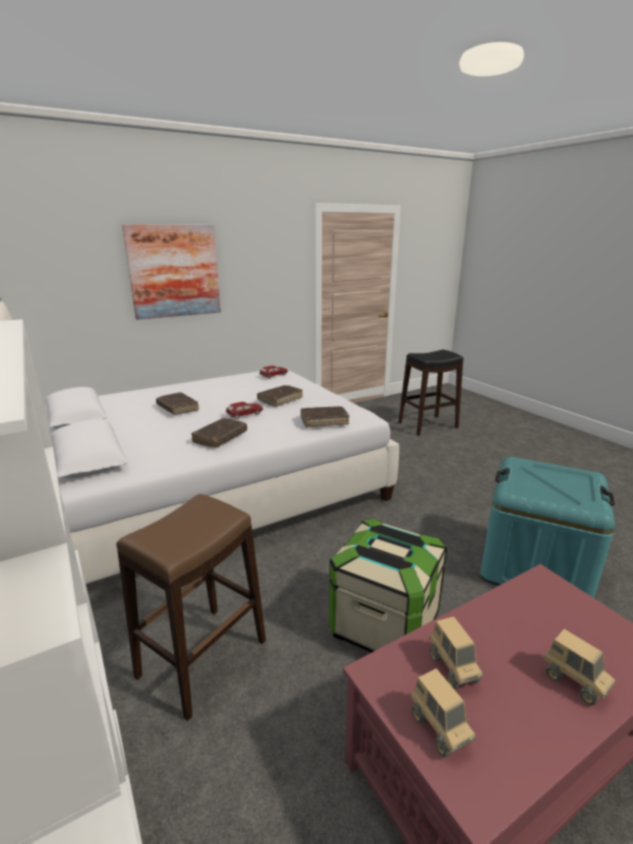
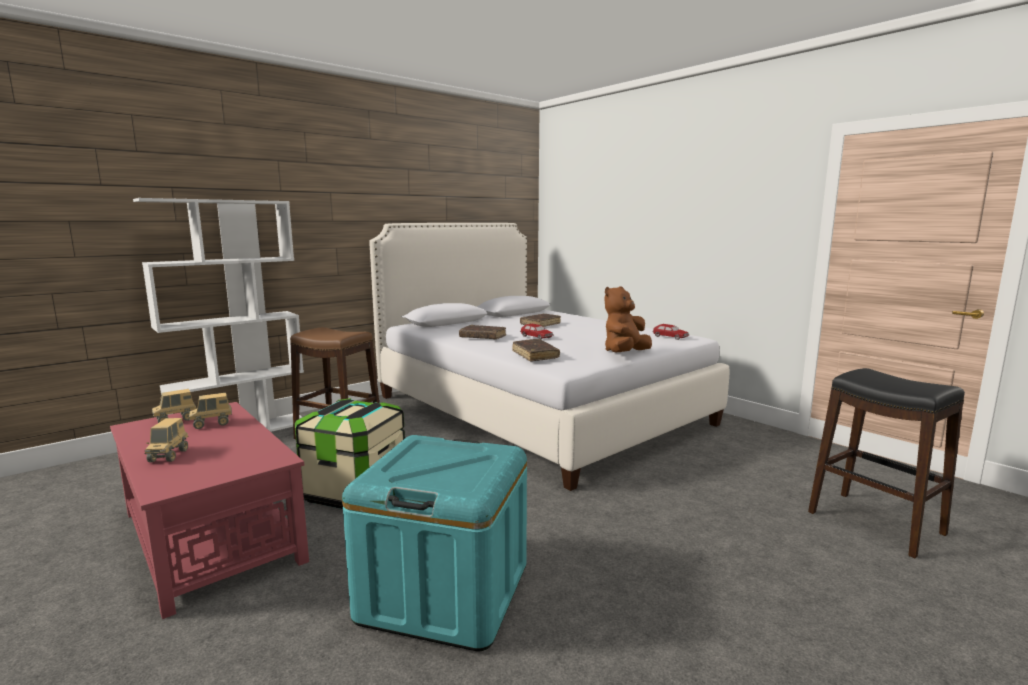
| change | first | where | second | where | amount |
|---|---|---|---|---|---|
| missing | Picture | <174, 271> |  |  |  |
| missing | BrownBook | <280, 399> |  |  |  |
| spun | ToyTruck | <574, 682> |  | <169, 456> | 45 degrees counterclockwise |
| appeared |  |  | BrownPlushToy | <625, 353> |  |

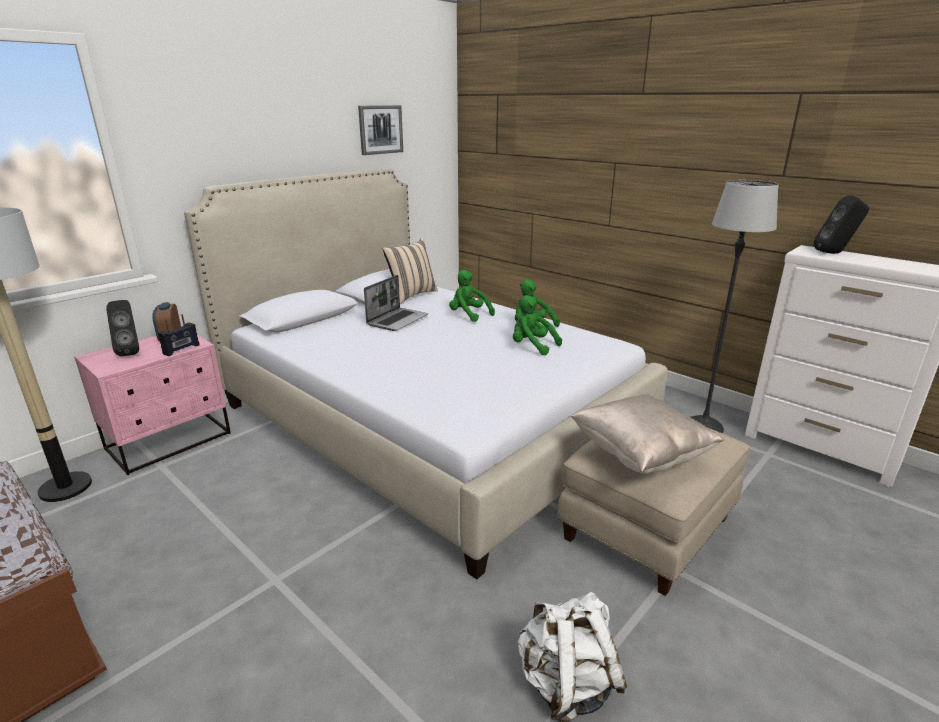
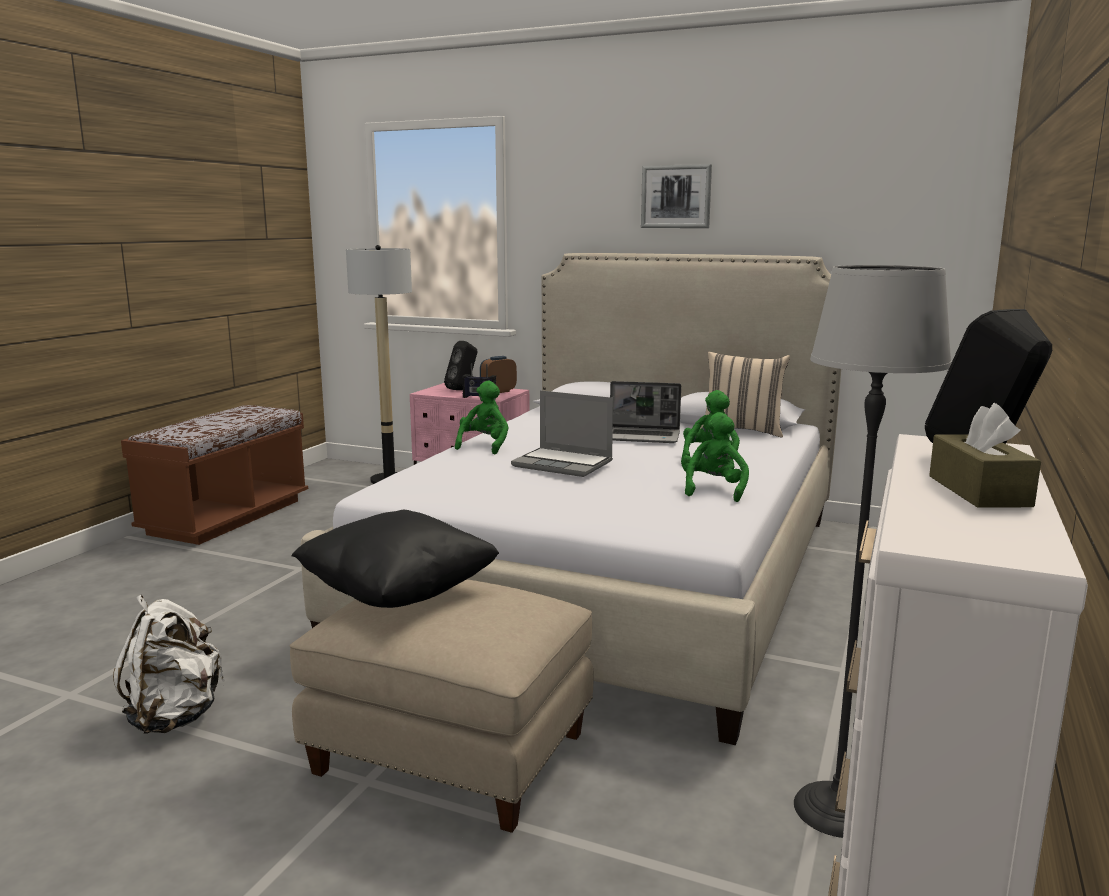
| change | first | where | second | where | amount |
|---|---|---|---|---|---|
| relocated | Picture | <380, 129> |  | <676, 196> |  |
| relocated | GreenPlushToy | <532, 346> |  | <484, 446> |  |
| colour | BeigePillow | <640, 455> | BlackPillow | <398, 593> |  |
| appeared |  |  | Laptop | <564, 464> |  |
| appeared |  |  | BrownTissueBox | <978, 491> |  |

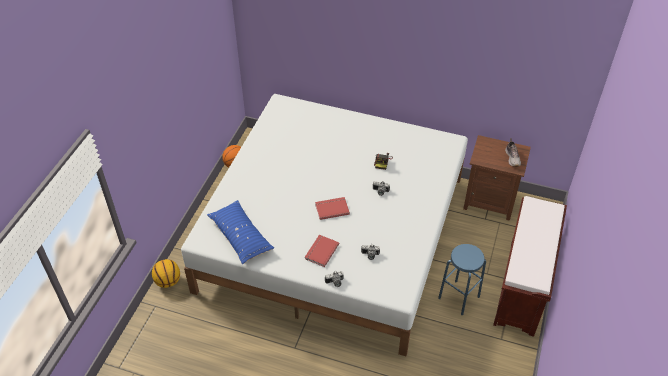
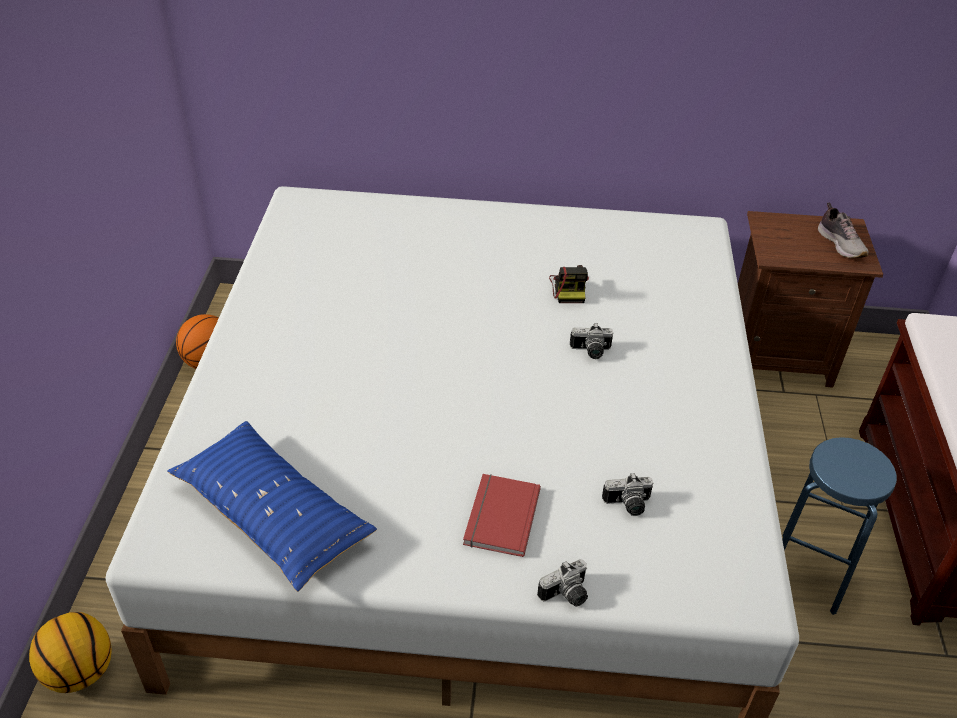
| change | first | where | second | where | amount |
|---|---|---|---|---|---|
| missing | RedBook | <331, 208> |  |  |  |

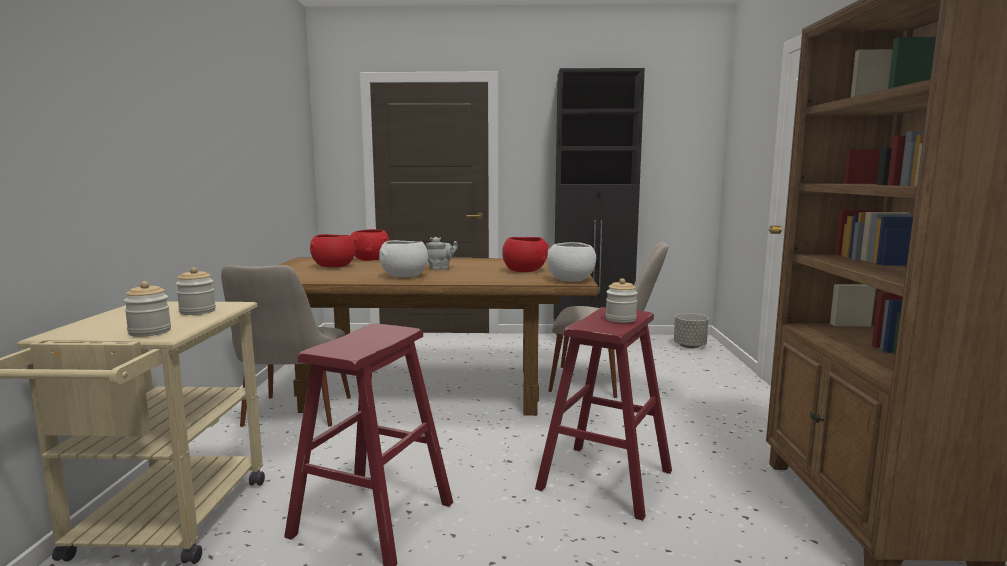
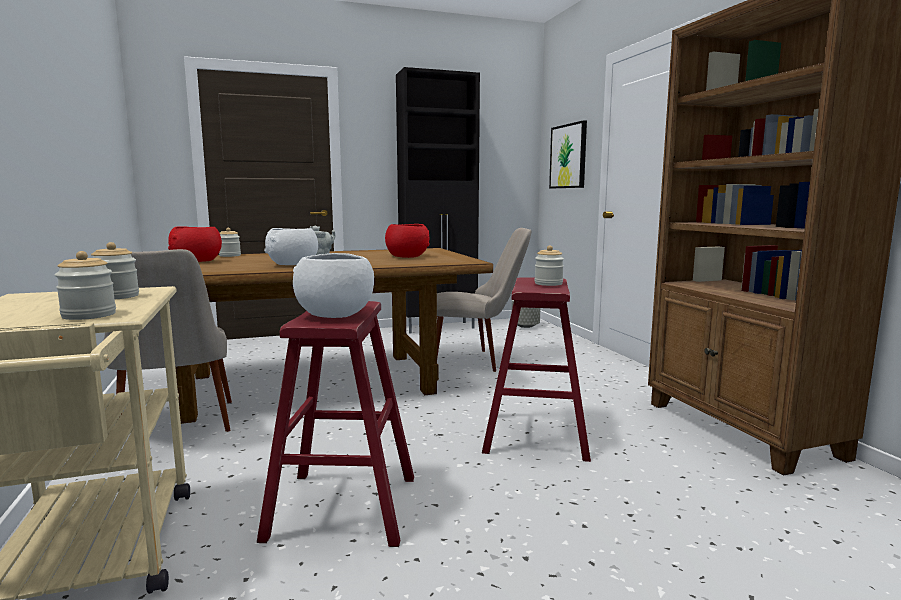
| change | first | where | second | where | amount |
|---|---|---|---|---|---|
| exchanged | RedBowl | <370, 260> | Jar | <230, 255> |  |
| relocated | WhiteBowl | <570, 280> |  | <334, 314> |  |
| appeared |  |  | Picture | <568, 156> |  |

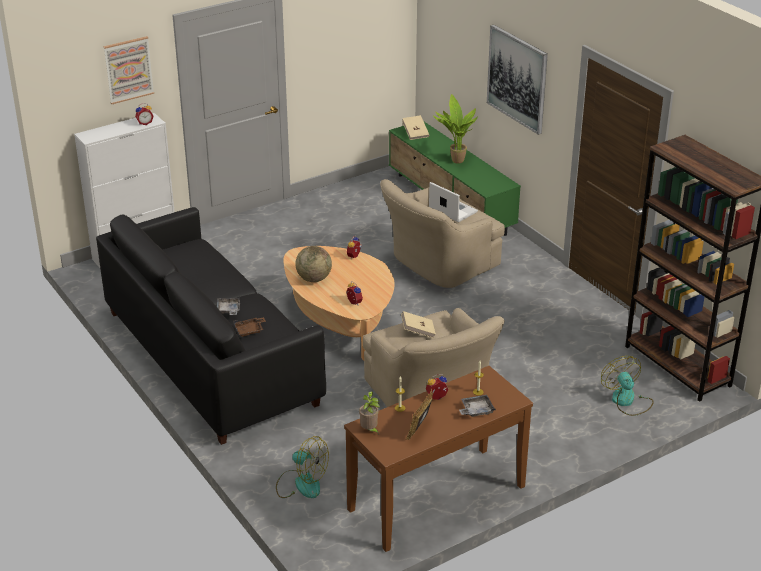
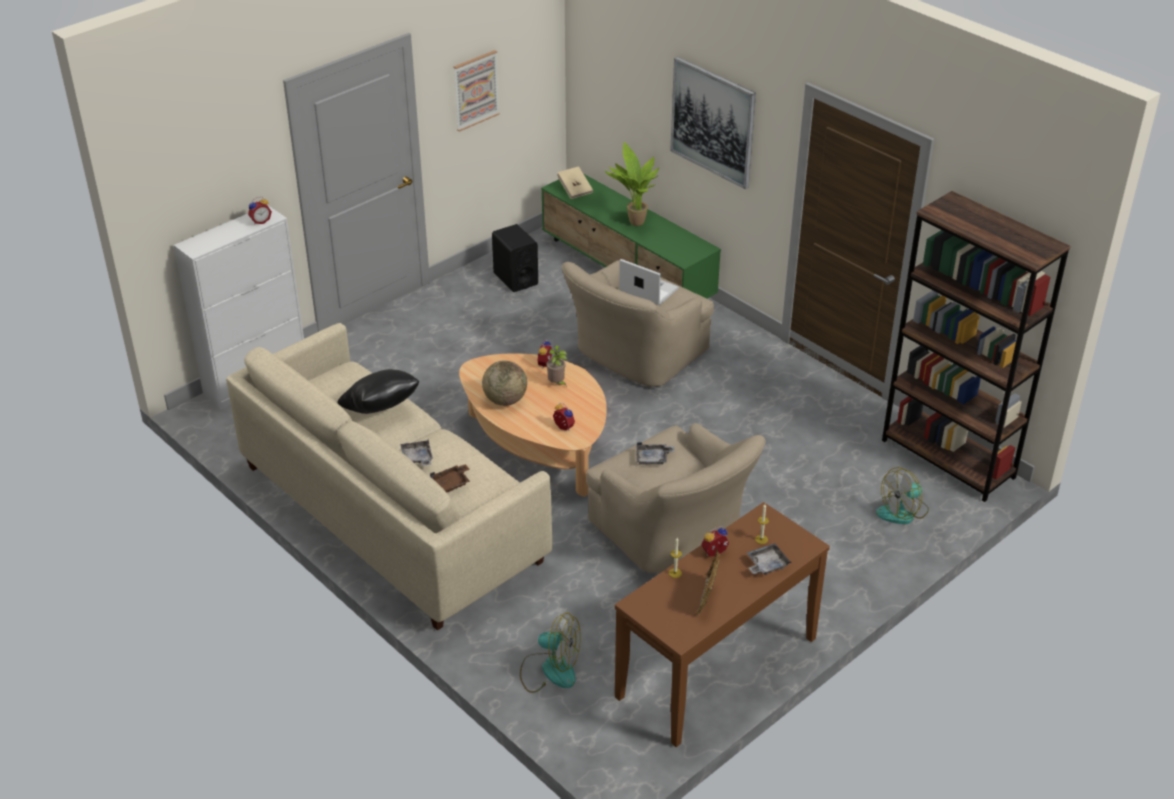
| change | first | where | second | where | amount |
|---|---|---|---|---|---|
| colour | BlackSofa | <210, 357> | BeigeSofa | <391, 513> |  |
| relocated | Picture | <128, 69> |  | <475, 90> |  |
| relocated | PottedPlant | <369, 430> |  | <557, 384> |  |
| exchanged | BeigeBook | <418, 331> | GreyTray | <653, 458> |  |
| spun | Fan | <627, 401> |  | <903, 512> | 90 degrees counterclockwise |
| appeared |  |  | BlackPillow | <381, 410> |  |
| appeared |  |  | BlackSpeaker | <515, 278> |  |

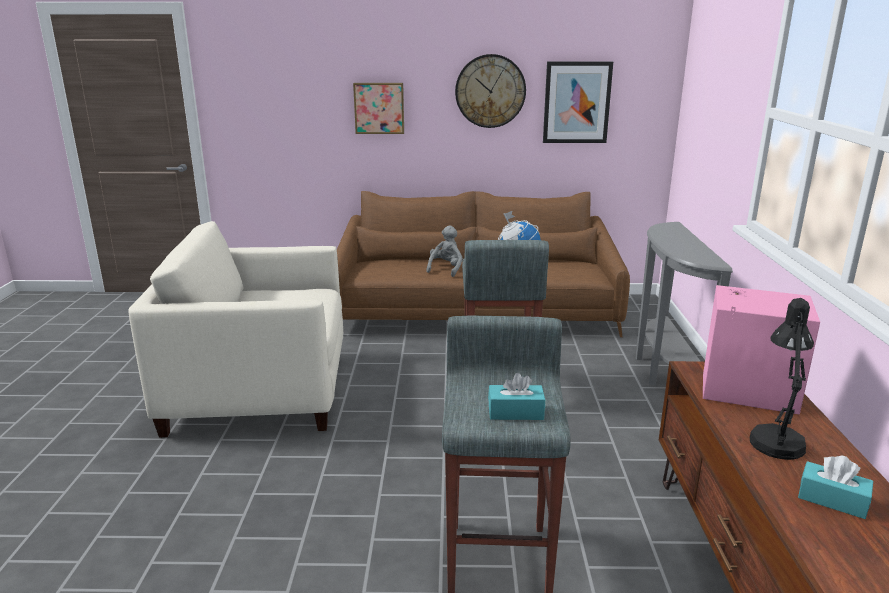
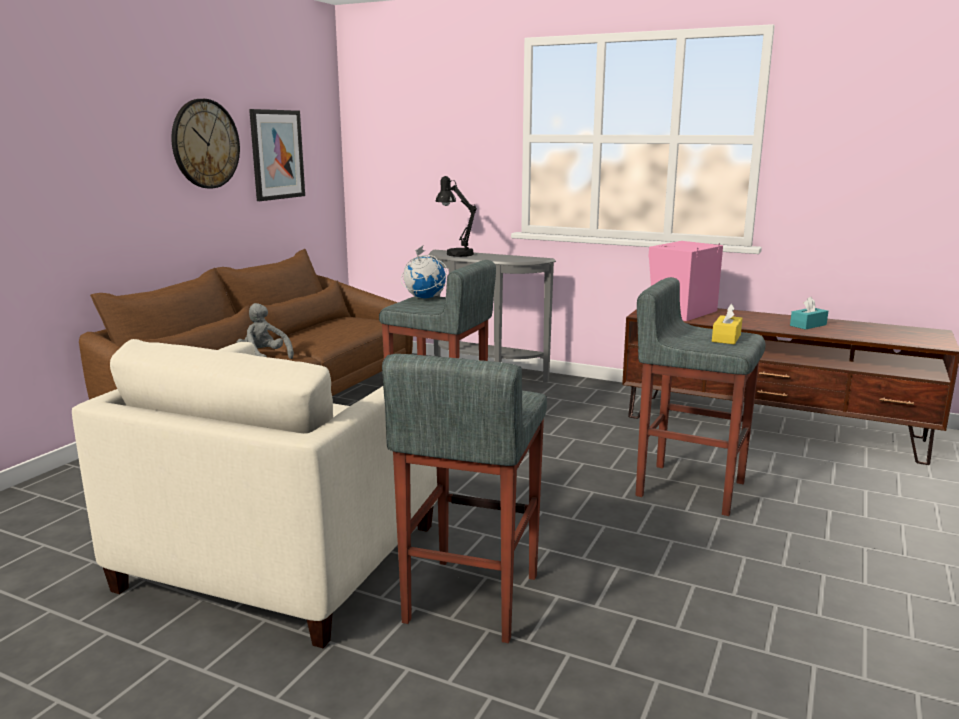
| change | first | where | second | where | amount |
|---|---|---|---|---|---|
| missing | Picture | <379, 108> |  |  |  |
| colour | TurquoiseTissueBox | <515, 412> | YellowTissueBox | <726, 338> |  |
| relocated | BlackTableLamp | <776, 438> |  | <456, 253> |  |
| appeared |  |  | GreyStool | <470, 599> |  |

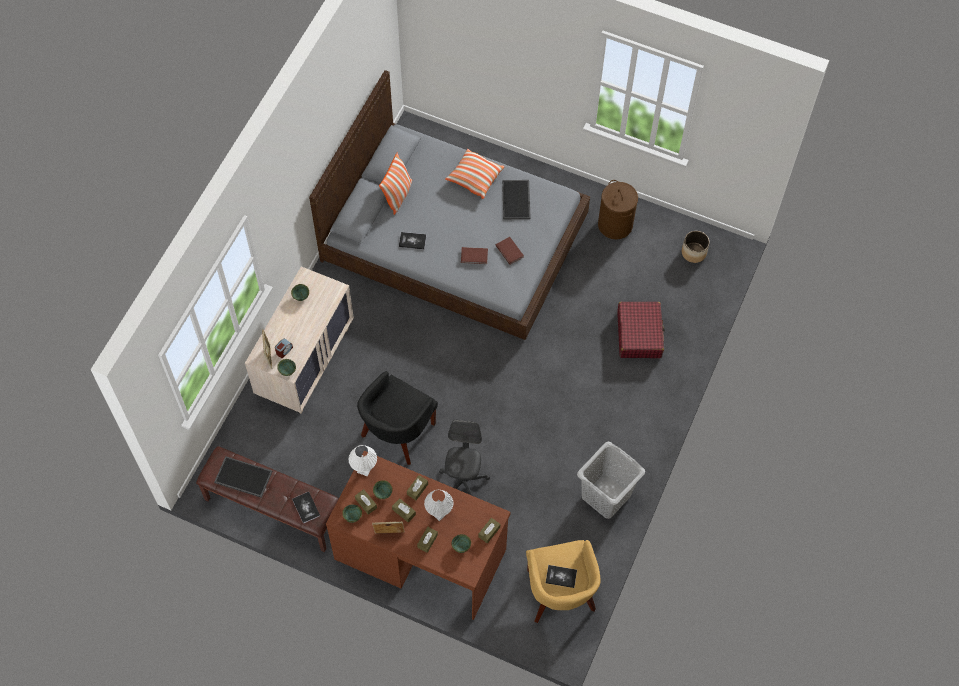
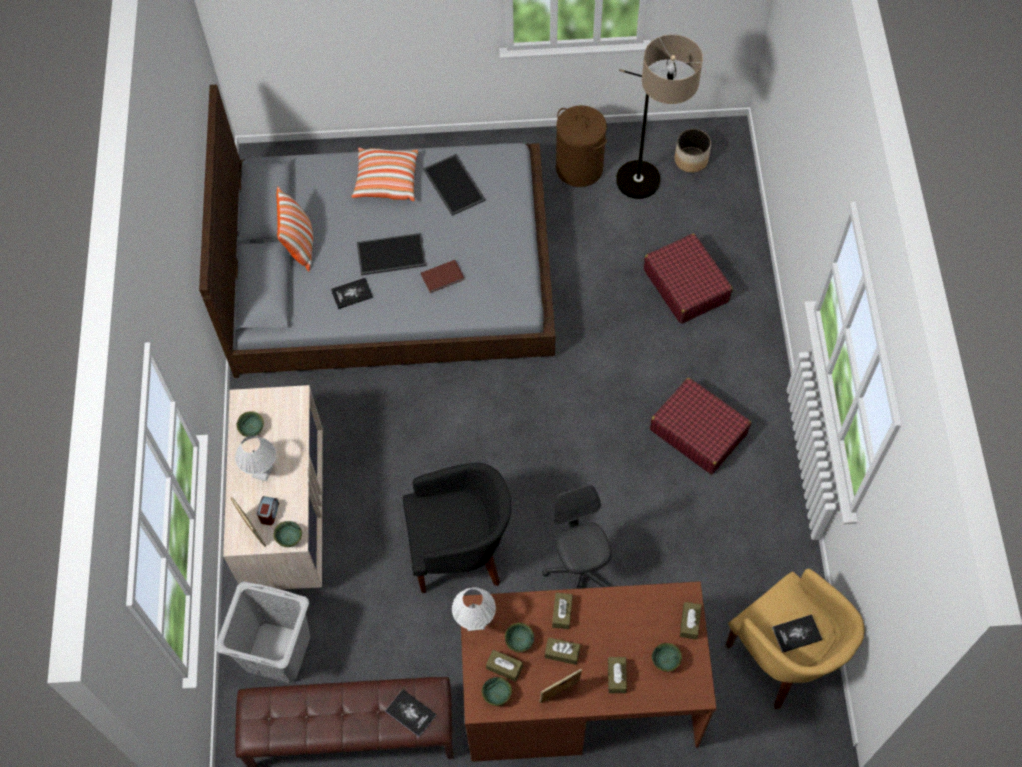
| change | first | where | second | where | amount |
|---|---|---|---|---|---|
| relocated | Tray | <242, 477> |  | <390, 255> |  |
| spun | BlackArmchair | <397, 433> |  | <460, 551> | 105 degrees counterclockwise |
| relocated | WhiteTableLamp | <439, 513> |  | <262, 471> |  |
| missing | BrownBook | <510, 250> |  |  |  |
| relocated | GreyLaundryBasket | <606, 496> |  | <278, 652> |  |
| appeared |  |  | FloorLamp | <646, 194> |  |
| appeared |  |  | RedSuitcase | <698, 431> |  |

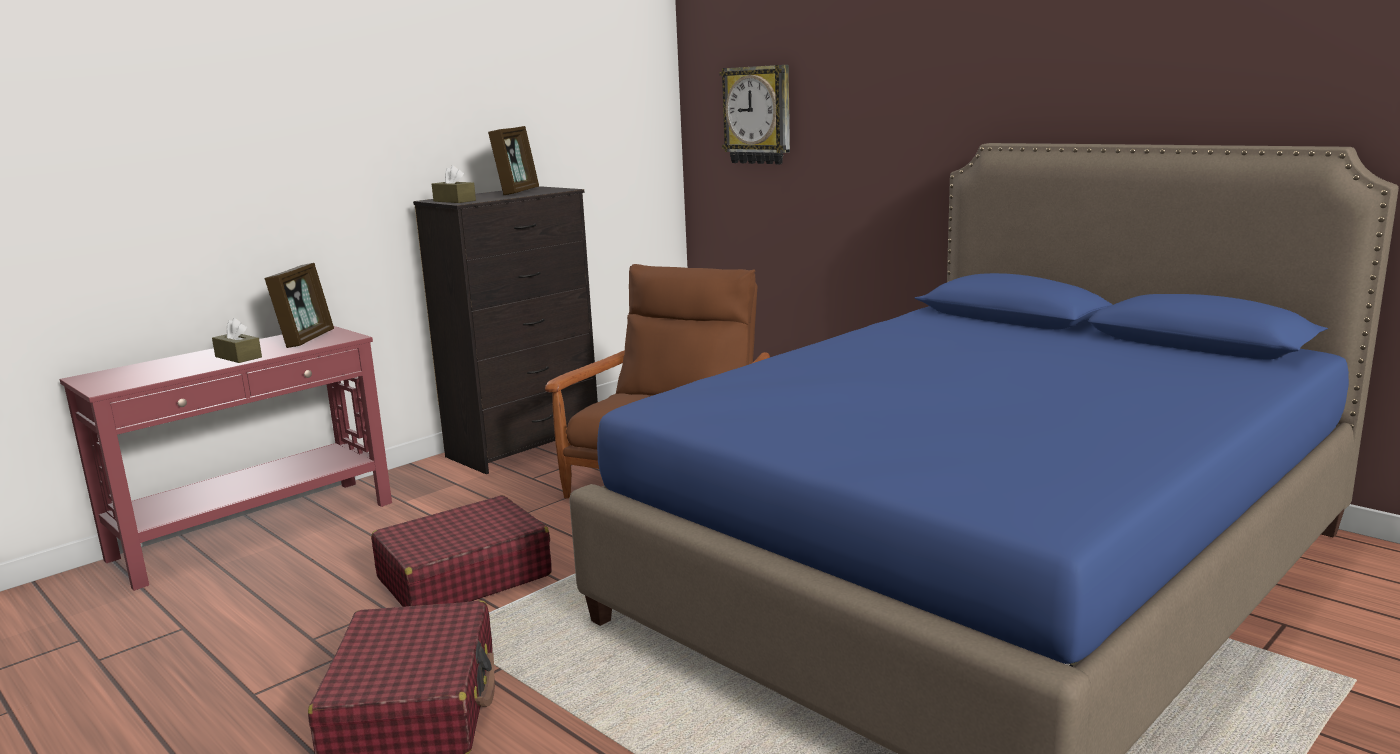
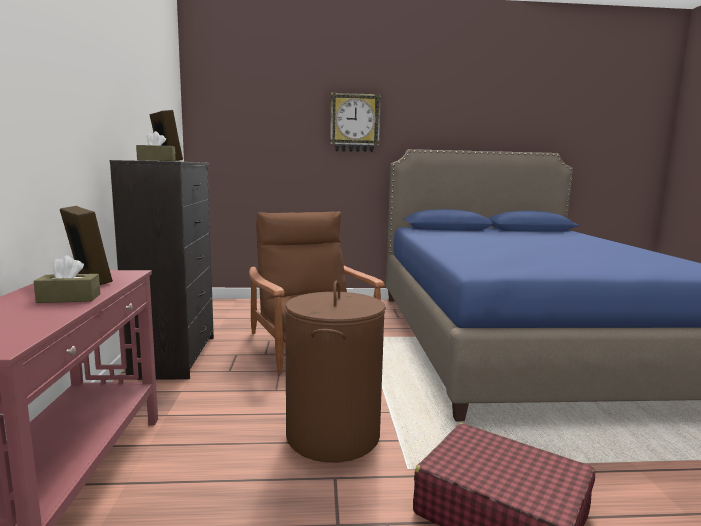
| change | first | where | second | where | amount |
|---|---|---|---|---|---|
| exchanged | RedSuitcase | <463, 577> | BrownLaundryBasket | <333, 436> |  |
| relocated | WallClock | <758, 115> |  | <355, 123> |  |

